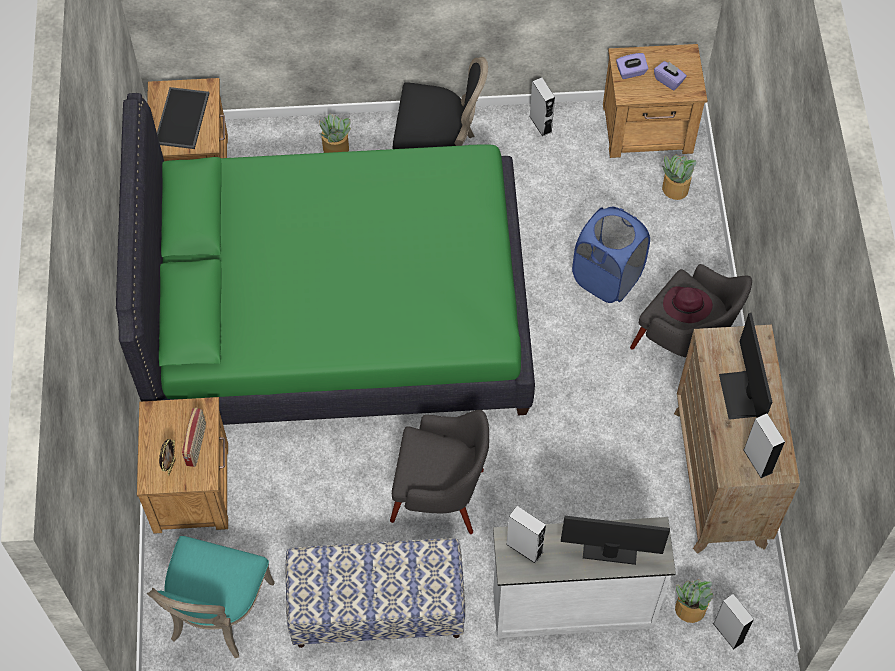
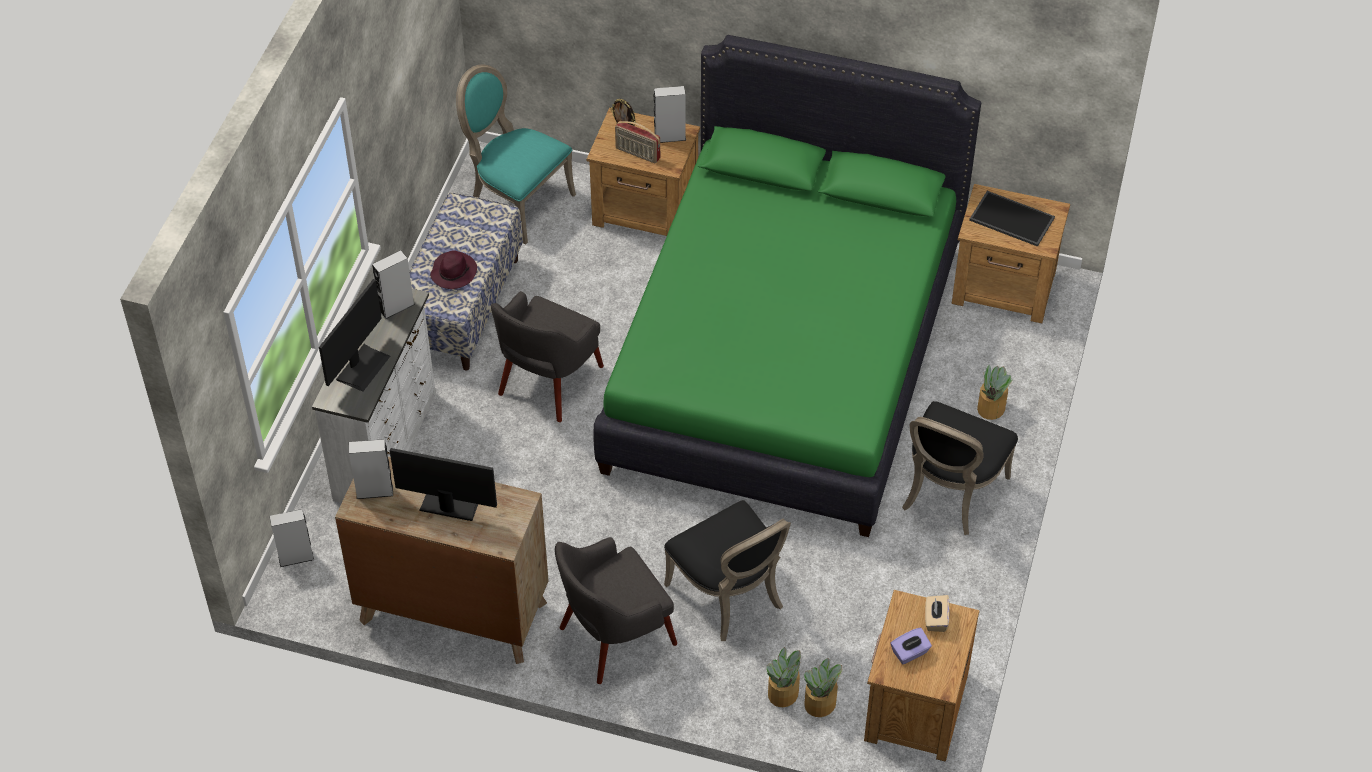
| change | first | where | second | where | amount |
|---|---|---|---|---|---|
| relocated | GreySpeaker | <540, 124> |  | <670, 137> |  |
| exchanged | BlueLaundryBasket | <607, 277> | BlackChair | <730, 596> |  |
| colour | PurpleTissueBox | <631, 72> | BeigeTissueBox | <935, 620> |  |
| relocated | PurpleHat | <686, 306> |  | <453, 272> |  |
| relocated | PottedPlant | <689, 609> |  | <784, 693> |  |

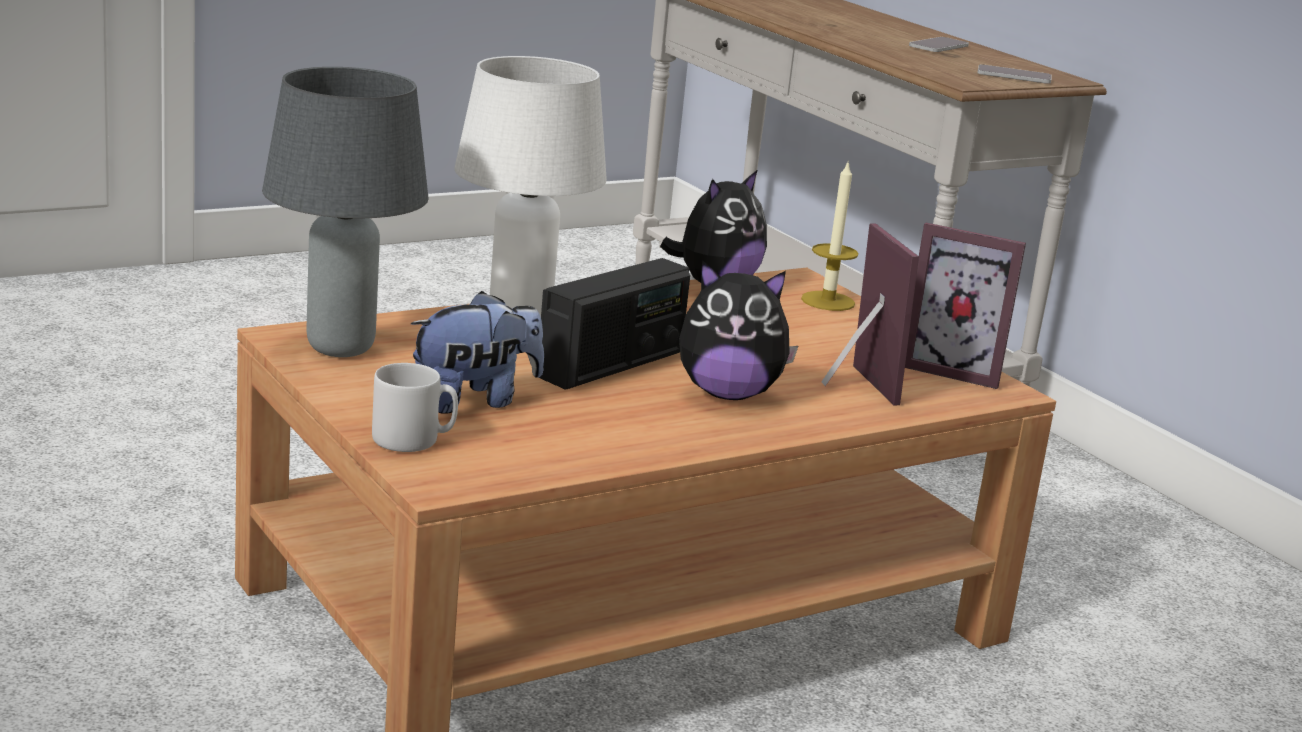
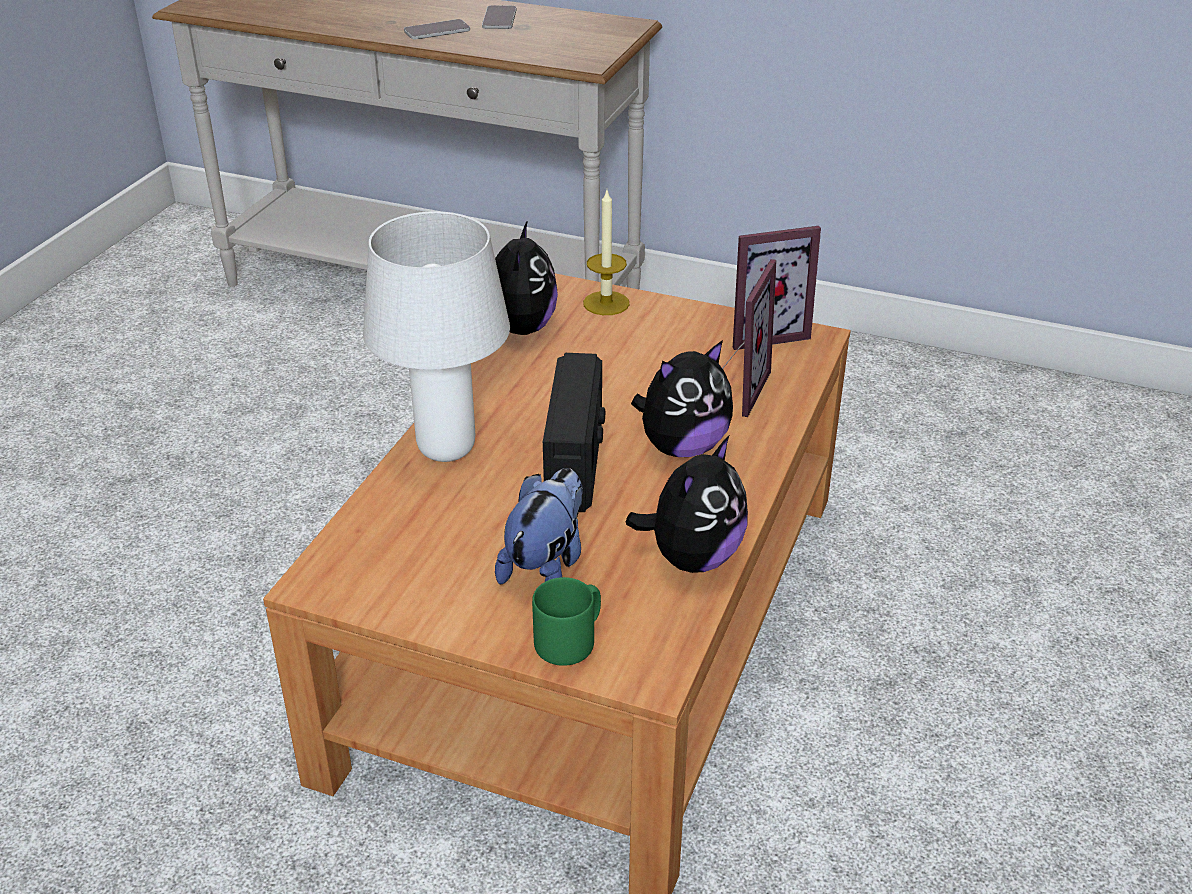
| change | first | where | second | where | amount |
|---|---|---|---|---|---|
| missing | GreyTableLamp | <338, 348> |  |  |  |
| colour | GreyMug | <413, 440> | GreenMug | <570, 641> |  |
| spun | PictureFrame | <851, 385> |  | <735, 389> | 75 degrees clockwise |
| relocated | Phone | <1014, 76> |  | <437, 31> |  |
| appeared |  |  | PlushToy | <692, 557> |  |

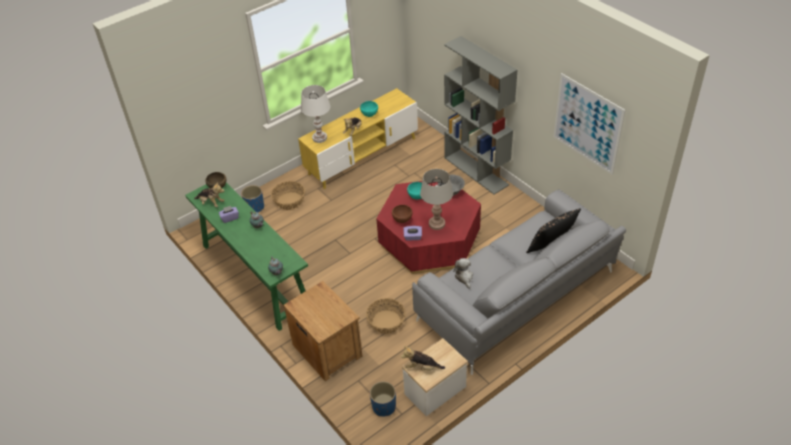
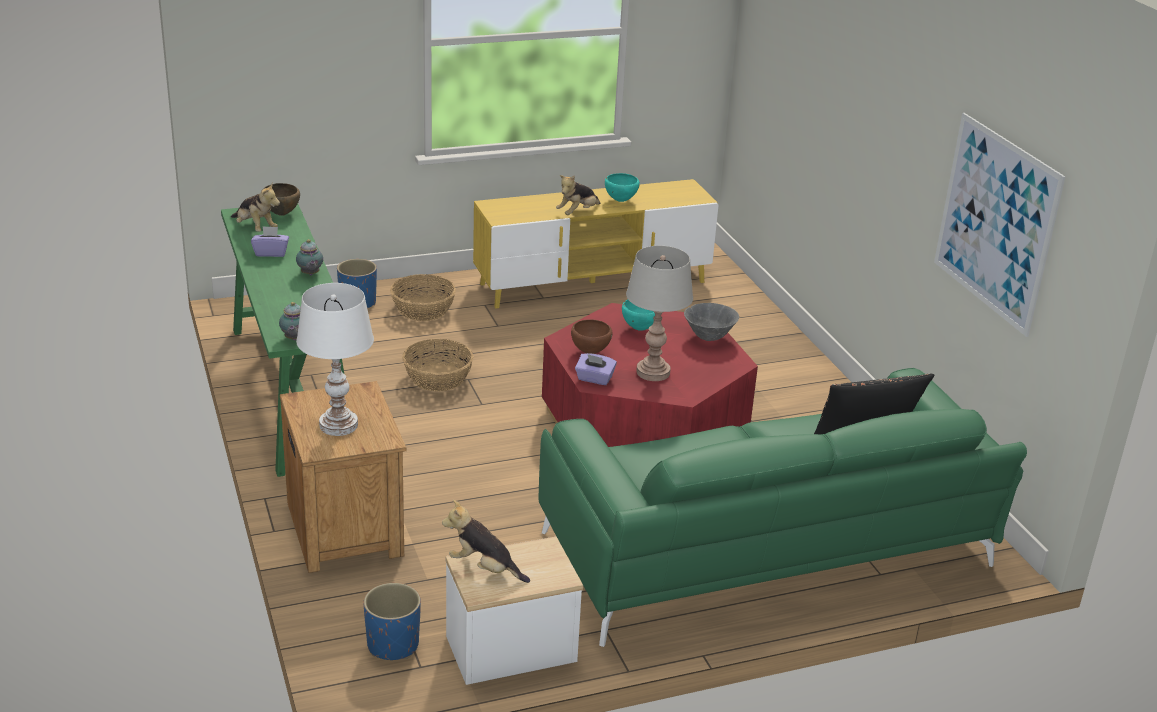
| change | first | where | second | where | amount |
|---|---|---|---|---|---|
| relocated | WhiteTableLamp | <319, 138> |  | <338, 425> |  |
| relocated | Basket | <386, 322> |  | <437, 378> |  |
| colour | GreySofa | <517, 297> | GreenSofa | <768, 553> |  |
| missing | GreyBookcase | <476, 171> |  |  |  |
| missing | PlushToy | <464, 277> |  |  |  |

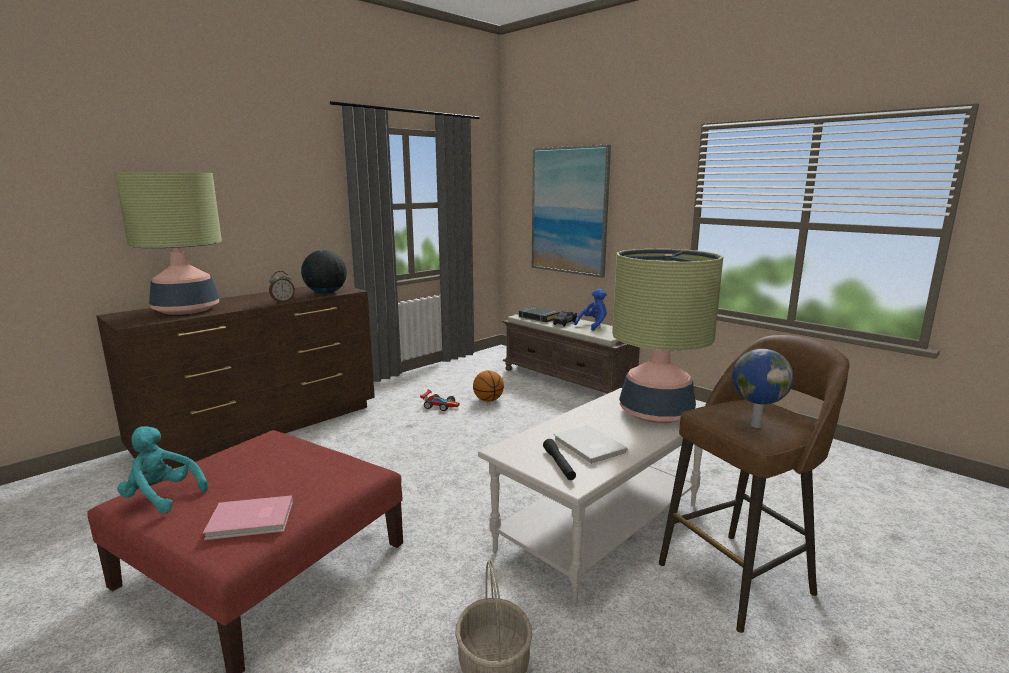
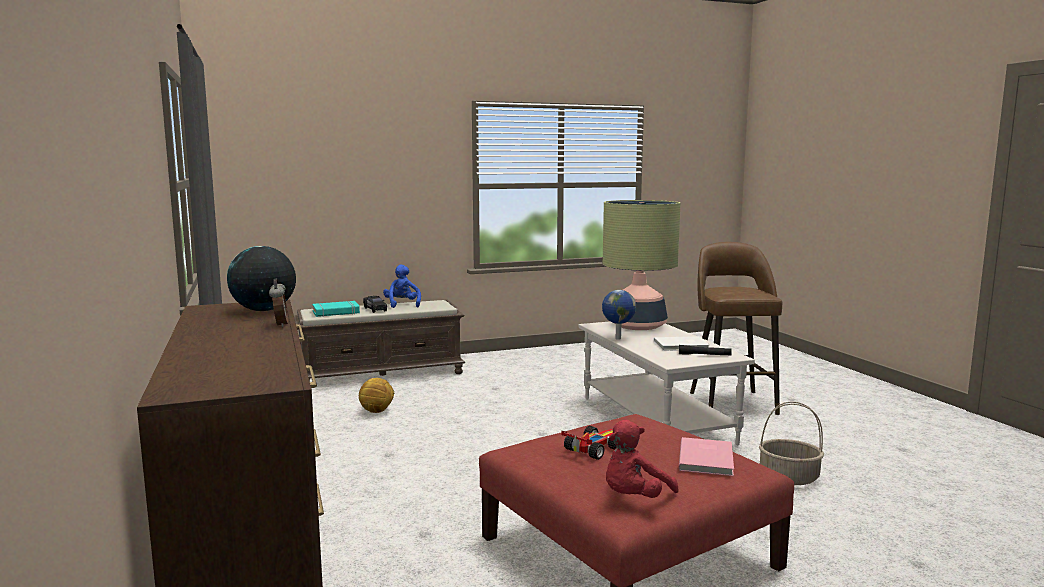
| change | first | where | second | where | amount |
|---|---|---|---|---|---|
| missing | TableLamp | <186, 310> |  |  |  |
| colour | TurquoisePlushToy | <162, 497> | RedPlushToy | <634, 498> |  |
| relocated | ToyCar | <440, 406> |  | <592, 448> |  |
| exchanged | Basketball | <488, 400> | Football | <377, 411> |  |
| colour | BlackBook | <538, 317> | TurquoiseBook | <336, 312> |  |
| missing | Picture | <569, 211> |  |  |  |
| relocated | Globe | <755, 425> |  | <617, 338> |  |

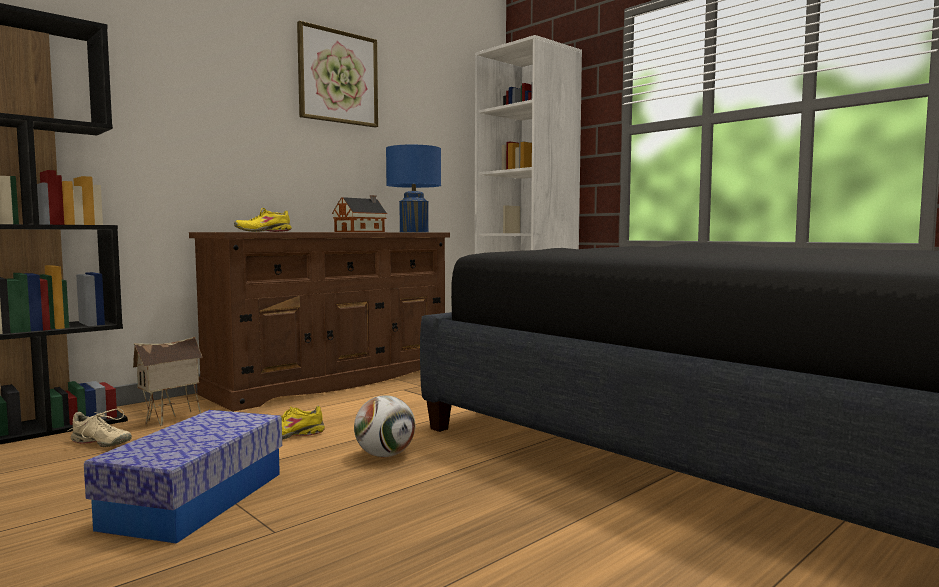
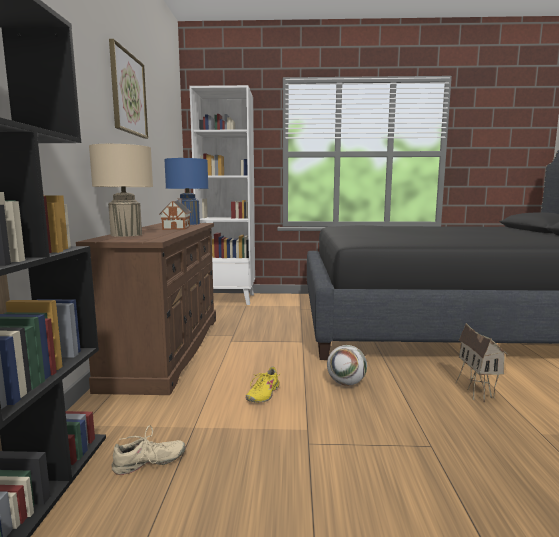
| change | first | where | second | where | amount |
|---|---|---|---|---|---|
| missing | StorageBox | <196, 499> |  |  |  |
| relocated | ToyHouse | <172, 420> |  | <477, 392> |  |
| exchanged | YellowShoe | <263, 231> | BeigeTableLamp | <126, 235> |  |

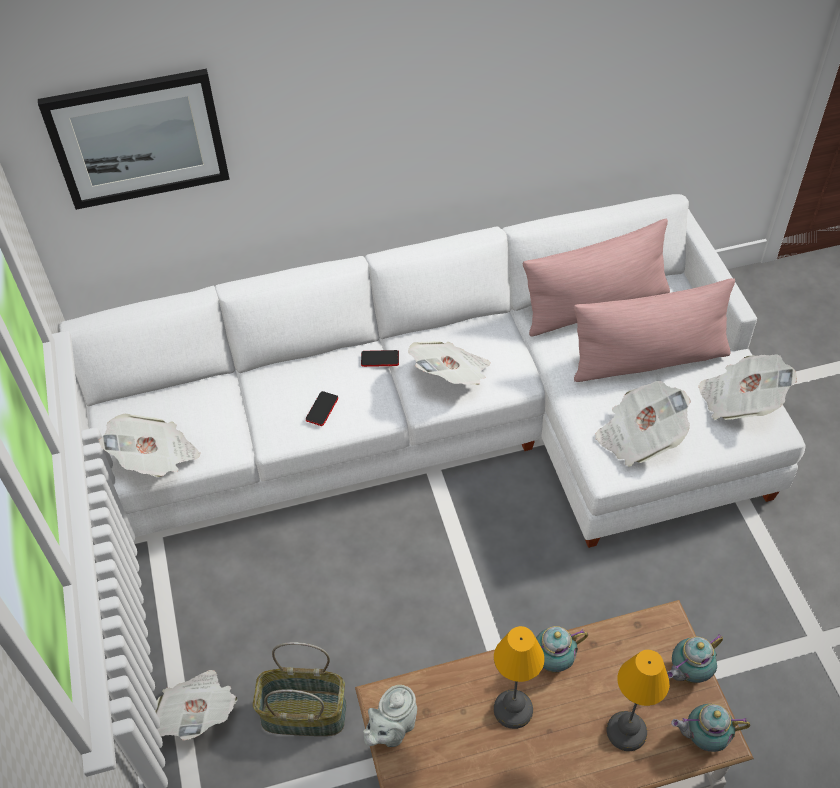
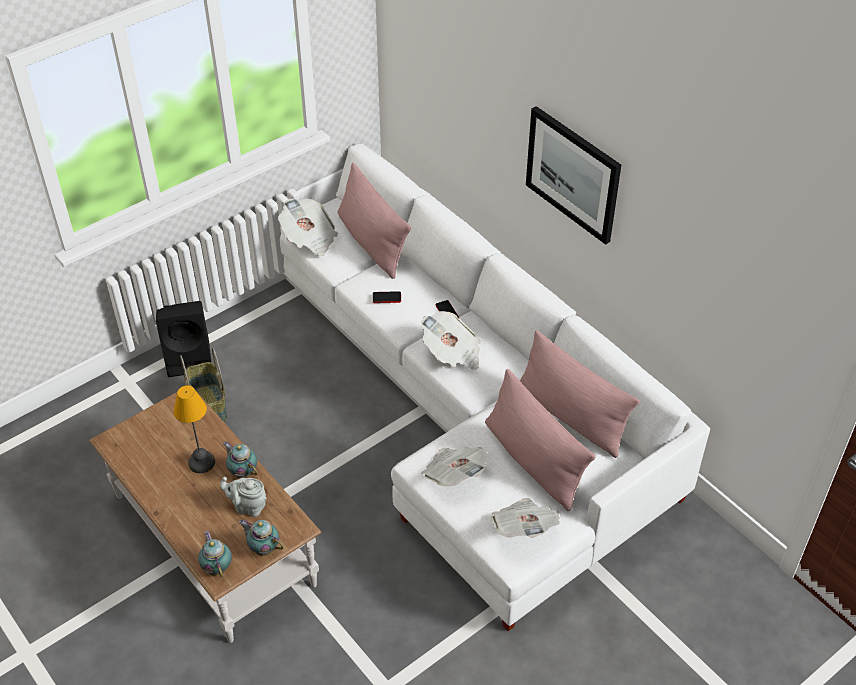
| change | first | where | second | where | amount |
|---|---|---|---|---|---|
| relocated | Picture | <138, 138> |  | <573, 174> |  |
| exchanged | Newspaper | <198, 713> | BlackSpeaker | <190, 358> |  |
| relocated | GreyTeapot | <392, 729> |  | <248, 506> |  |
| missing | TableLamp | <625, 730> |  |  |  |
| appeared |  |  | PinkPillow | <372, 242> |  |

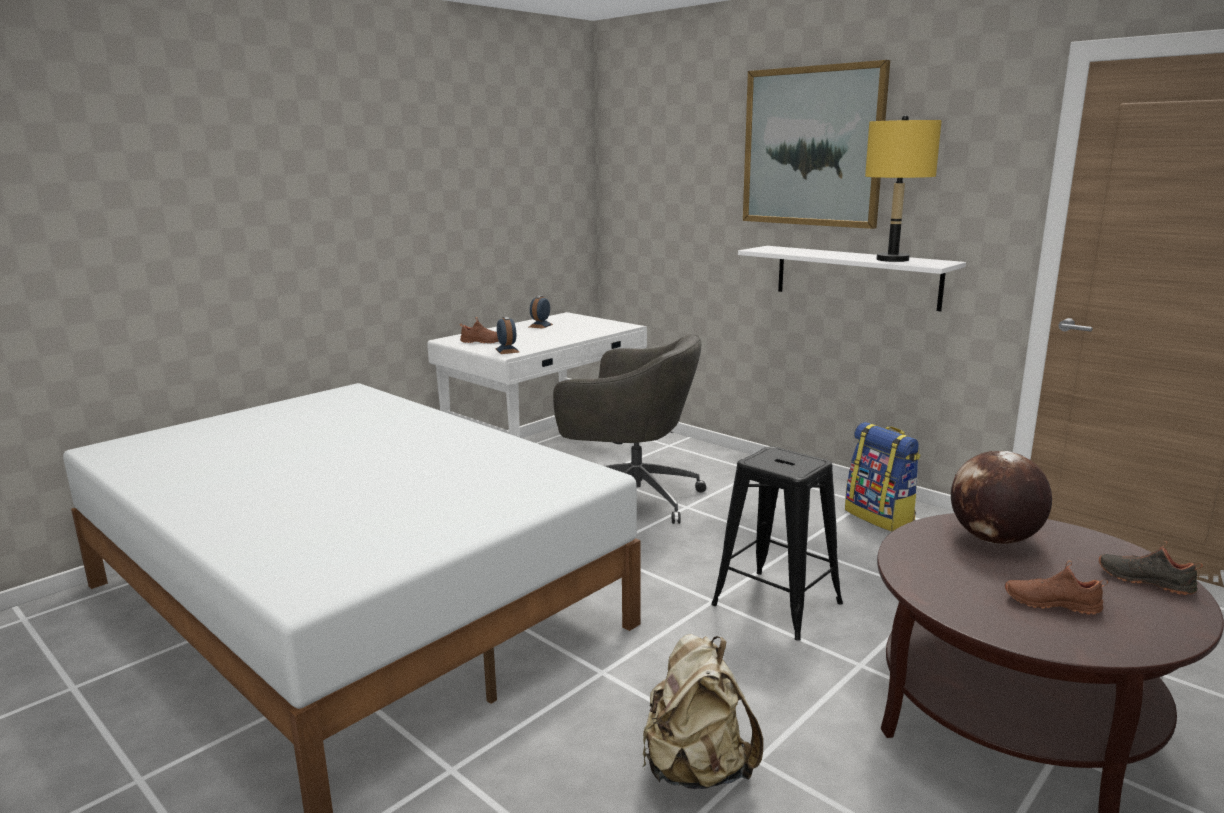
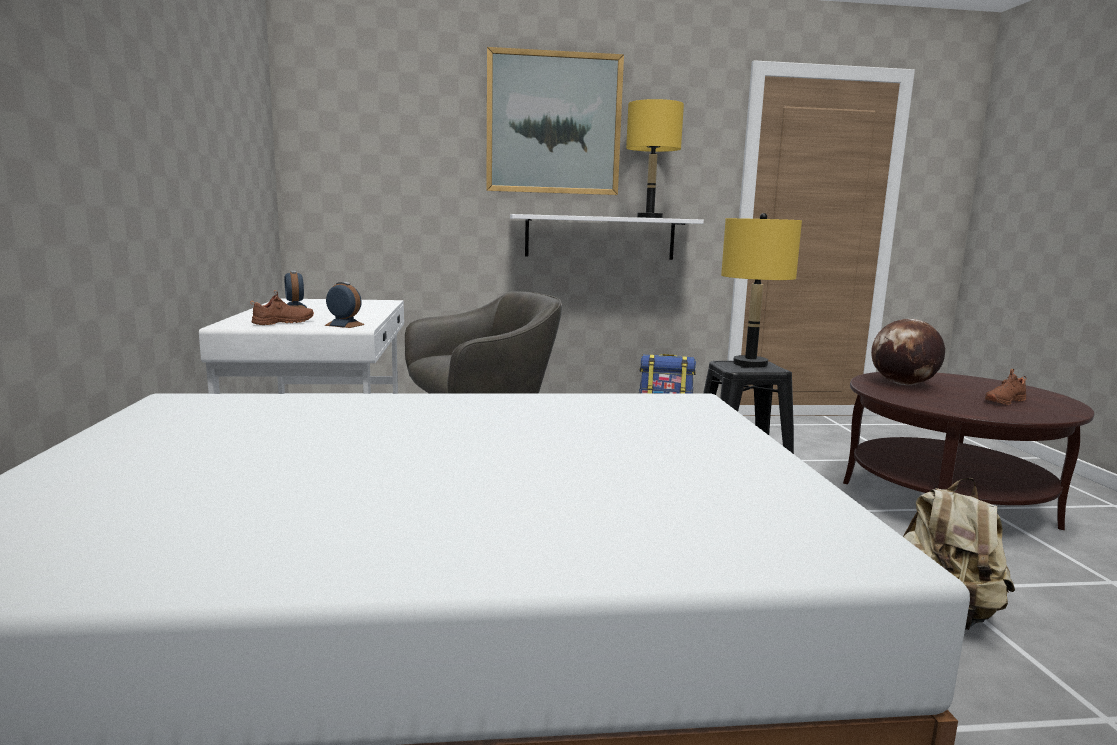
| change | first | where | second | where | amount |
|---|---|---|---|---|---|
| missing | BlackShoe | <1145, 580> |  |  |  |
| appeared |  |  | YellowTableLamp | <750, 364> |  |

